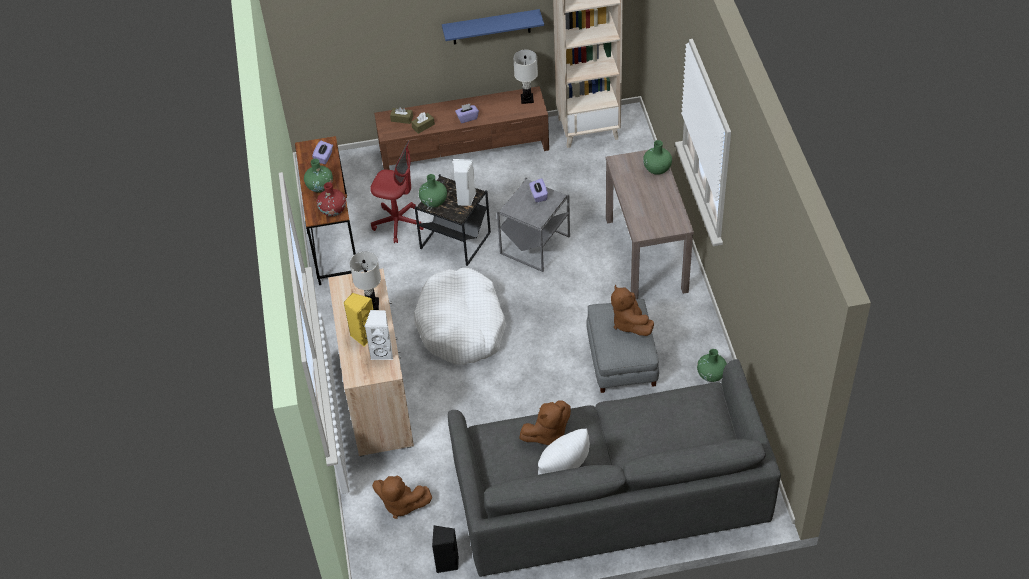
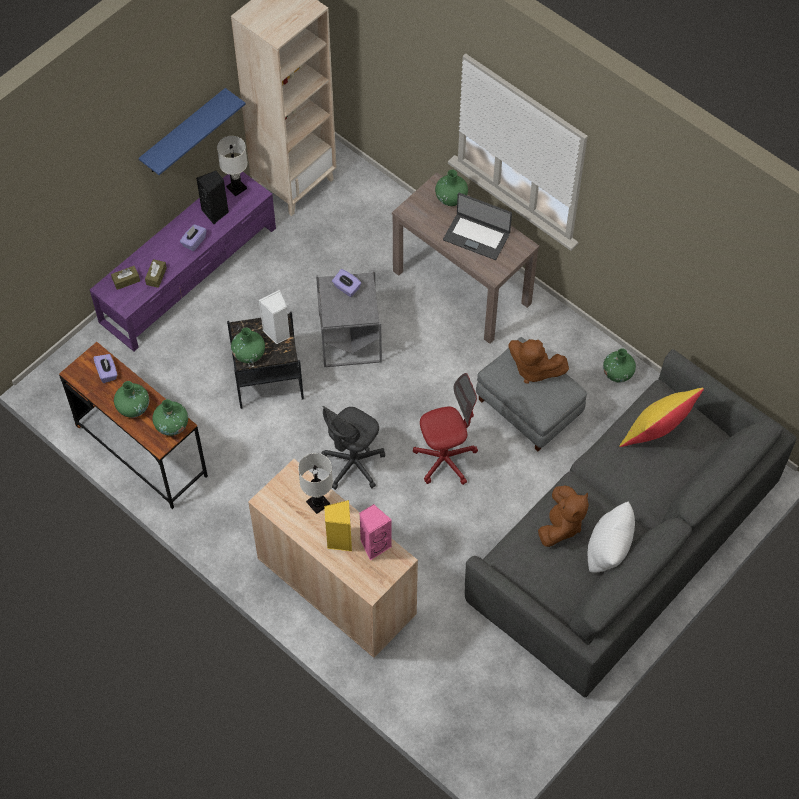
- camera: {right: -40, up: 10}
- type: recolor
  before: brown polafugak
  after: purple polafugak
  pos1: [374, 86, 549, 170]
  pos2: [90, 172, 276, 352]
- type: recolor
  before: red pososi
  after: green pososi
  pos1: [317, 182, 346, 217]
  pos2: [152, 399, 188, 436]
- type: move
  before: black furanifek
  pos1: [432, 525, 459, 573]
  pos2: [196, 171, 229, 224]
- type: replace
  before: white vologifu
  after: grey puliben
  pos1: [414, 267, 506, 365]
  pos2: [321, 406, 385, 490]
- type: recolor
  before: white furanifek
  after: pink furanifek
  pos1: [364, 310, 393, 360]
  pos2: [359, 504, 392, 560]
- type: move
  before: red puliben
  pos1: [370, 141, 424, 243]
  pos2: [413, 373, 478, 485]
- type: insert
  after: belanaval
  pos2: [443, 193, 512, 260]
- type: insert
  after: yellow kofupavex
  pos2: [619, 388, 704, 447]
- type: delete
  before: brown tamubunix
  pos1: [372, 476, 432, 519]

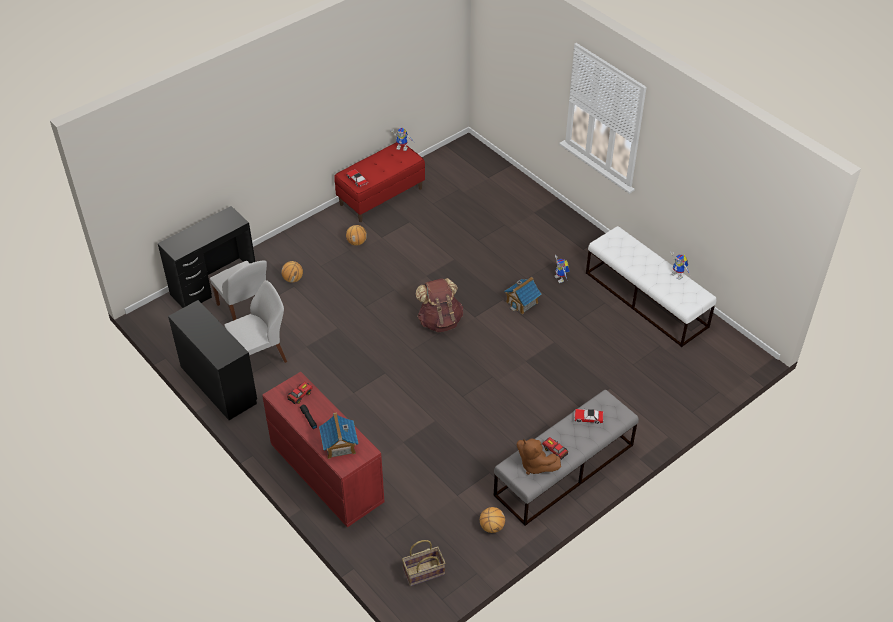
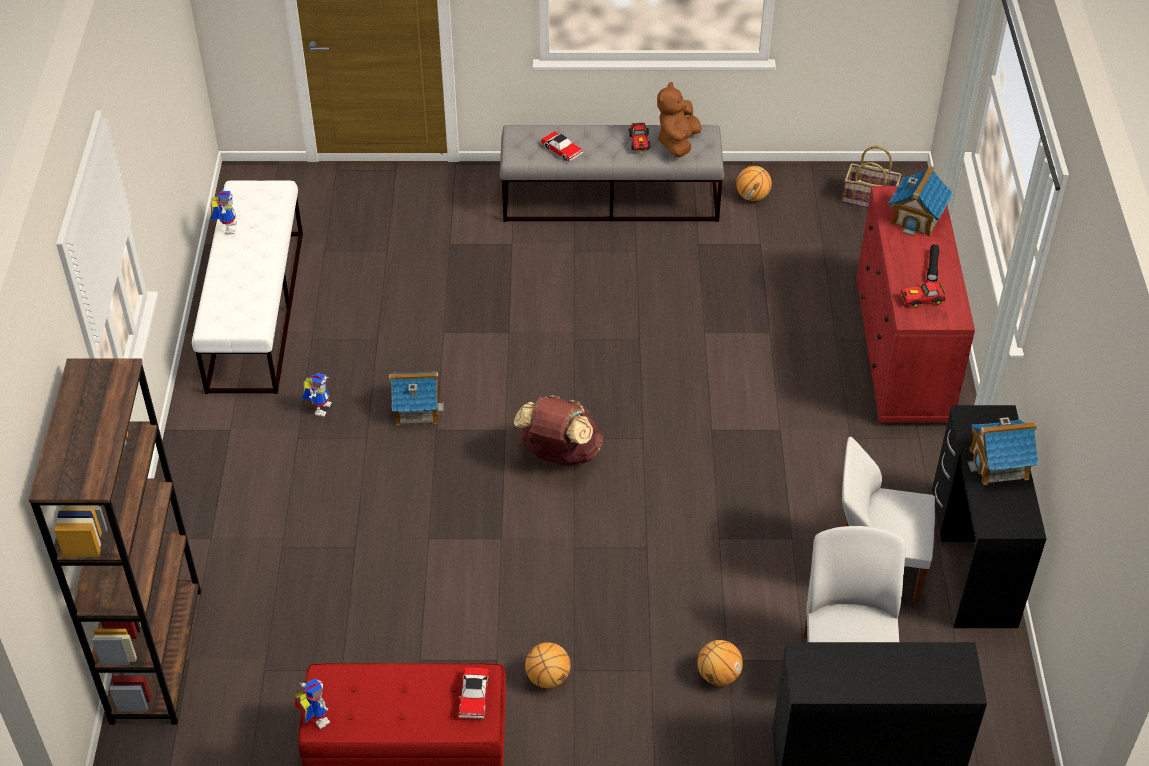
- camera: {right: -140, up: 0}
- type: insert
  after: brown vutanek
  pos2: [28, 359, 201, 725]
- type: rotate
  before: brown tamubunix
  pos1: [517, 438, 561, 475]
  pos2: [657, 82, 701, 157]
  turn: -150
- type: insert
  after: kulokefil
  pos2: [967, 417, 1039, 485]

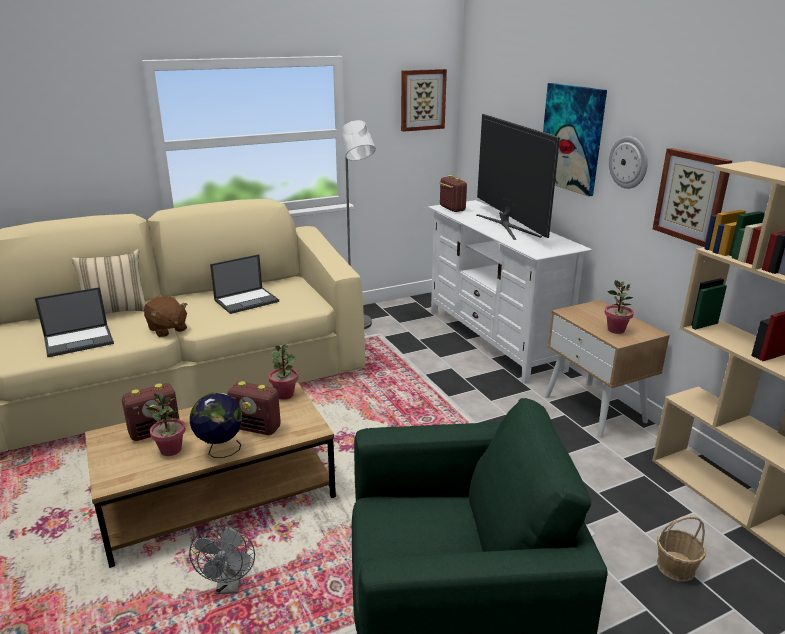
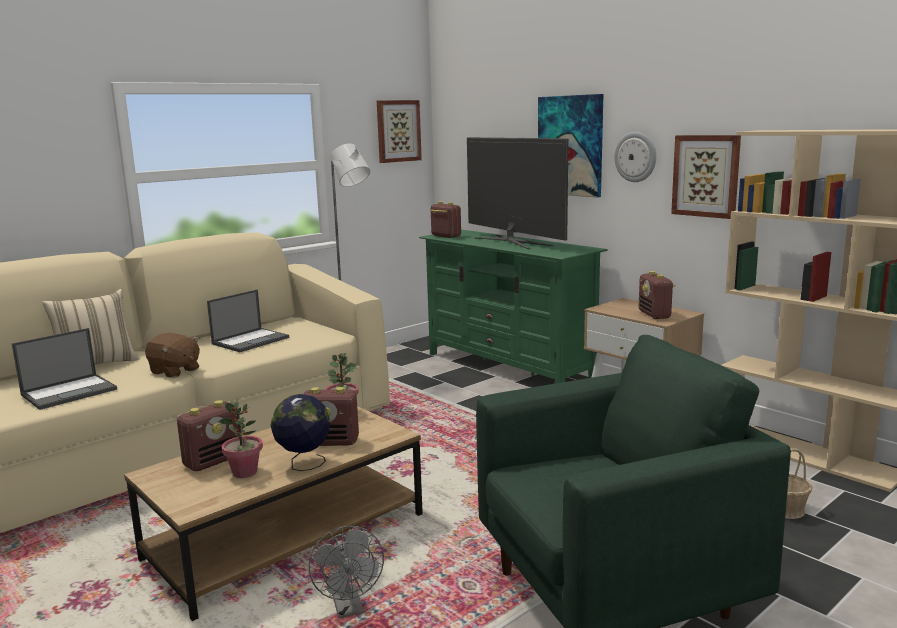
- camera: {right: -15, up: -10}
- type: recolor
  before: white polafugak
  after: green polafugak
  pos1: [428, 200, 592, 384]
  pos2: [419, 230, 607, 383]
- type: replace
  before: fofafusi
  after: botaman
  pos1: [605, 280, 634, 334]
  pos2: [639, 271, 675, 319]

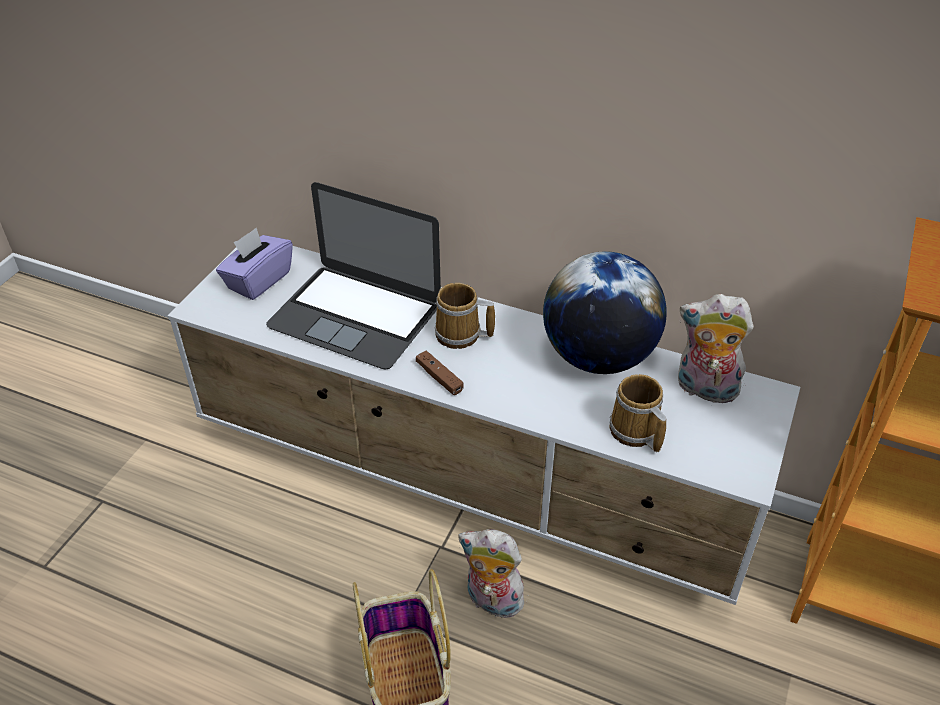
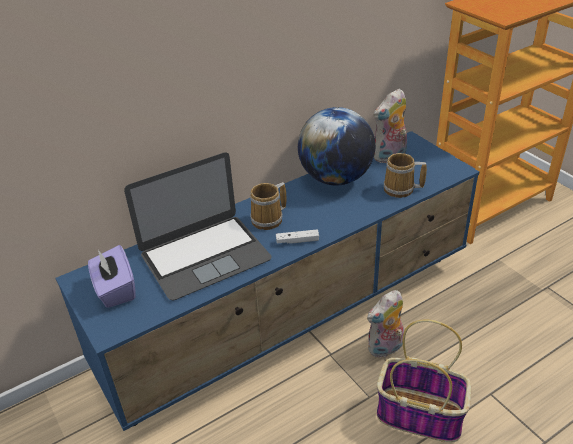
- camera: {right: -55, up: -5}
- type: recolor
  before: white polafugak
  after: blue polafugak
  pos1: [168, 236, 801, 605]
  pos2: [55, 131, 479, 431]
- type: recolor
  before: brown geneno
  after: white geneno
  pos1: [416, 351, 464, 395]
  pos2: [276, 229, 319, 244]

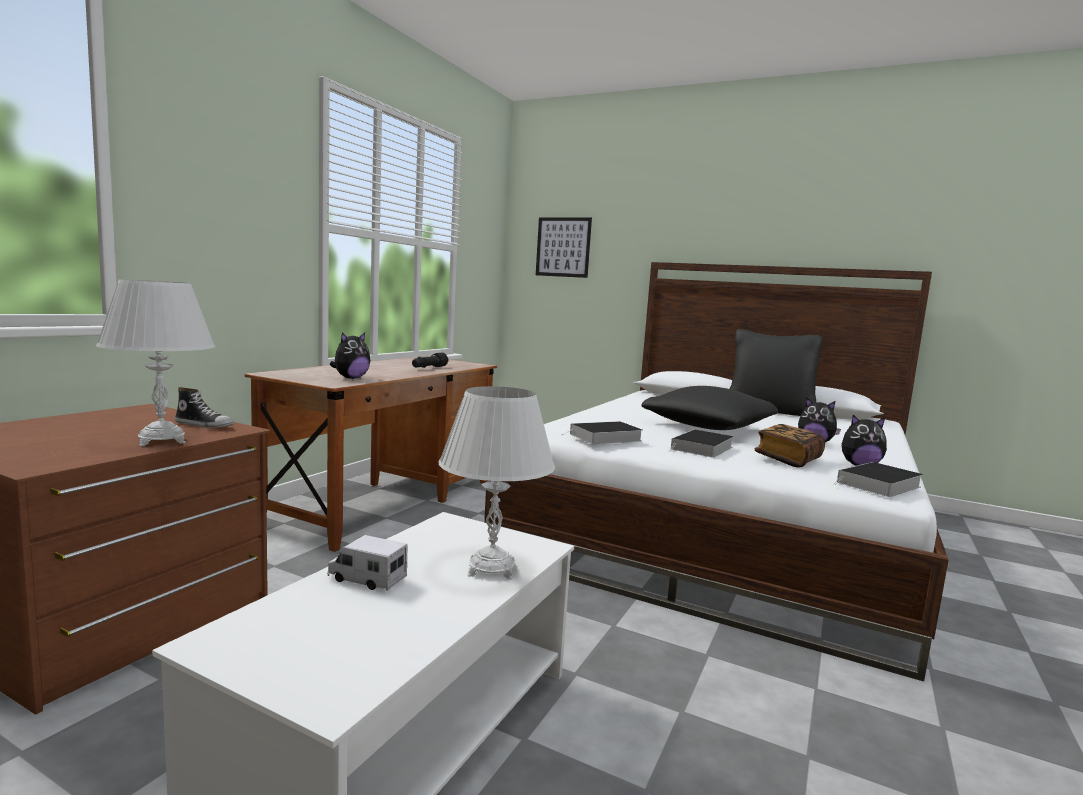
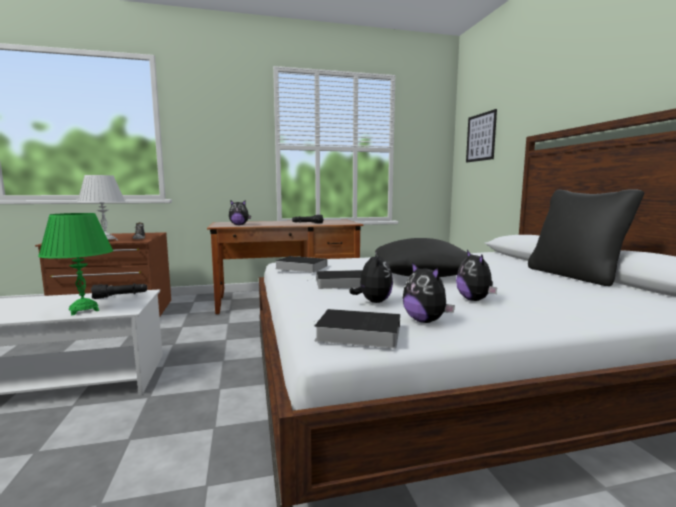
- camera: {right: 50, up: 0}
- type: recolor
  before: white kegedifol
  after: green kegedifol
  pos1: [439, 386, 555, 579]
  pos2: [38, 213, 113, 315]
- type: insert
  after: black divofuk
  pos2: [91, 283, 147, 299]
- type: replace
  before: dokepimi
  after: tamubunix
  pos1: [755, 424, 825, 468]
  pos2: [349, 251, 393, 303]
- type: delete
  before: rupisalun
  pos1: [327, 535, 407, 591]

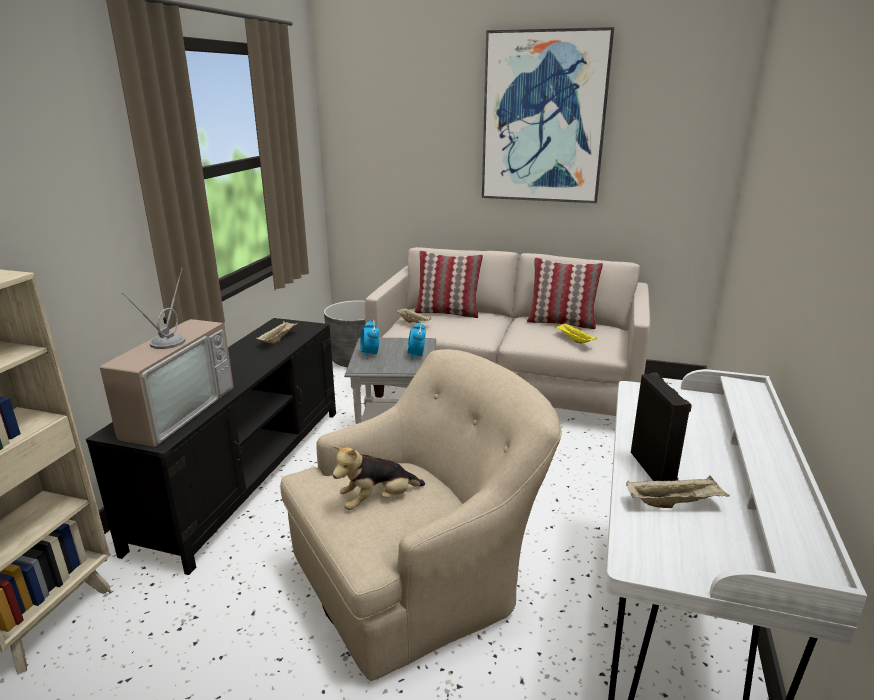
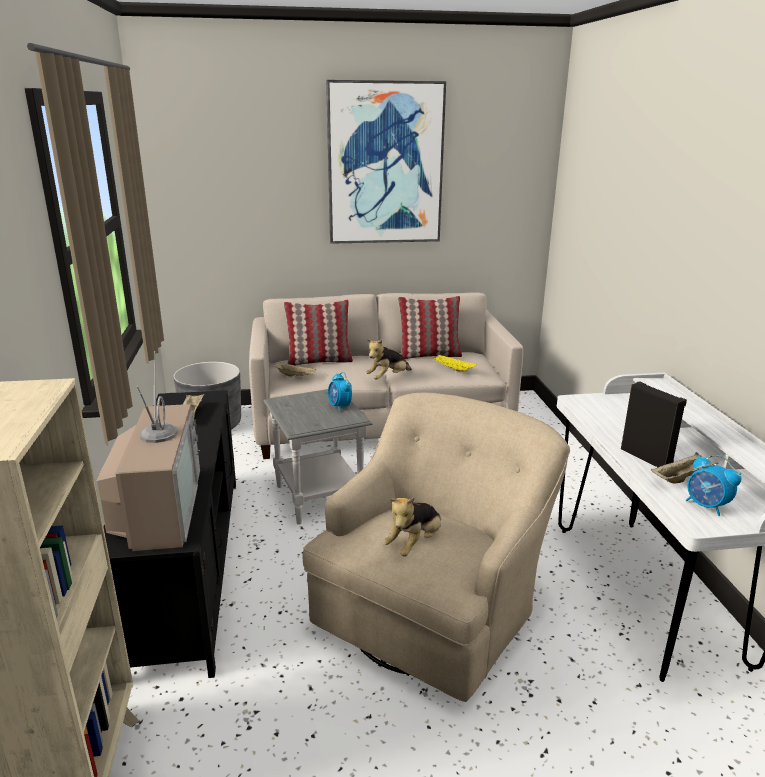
- camera: {right: -25, up: 0}
- type: insert
  after: tamubunix
  pos2: [366, 339, 412, 380]
- type: move
  before: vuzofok
  pos1: [360, 319, 380, 359]
  pos2: [686, 455, 741, 516]

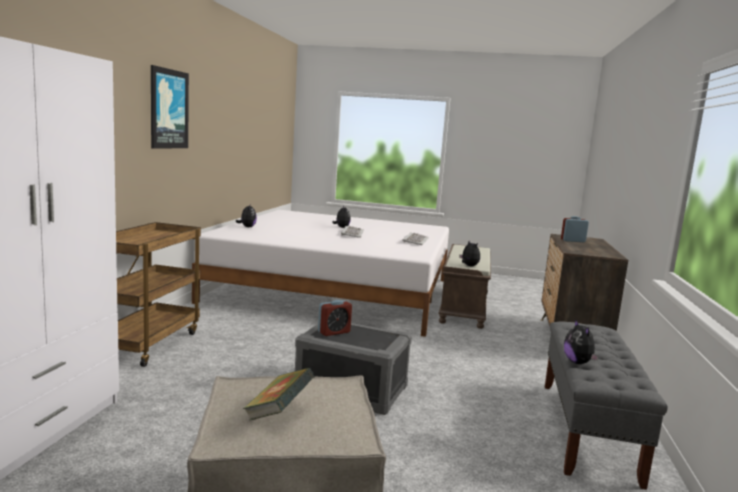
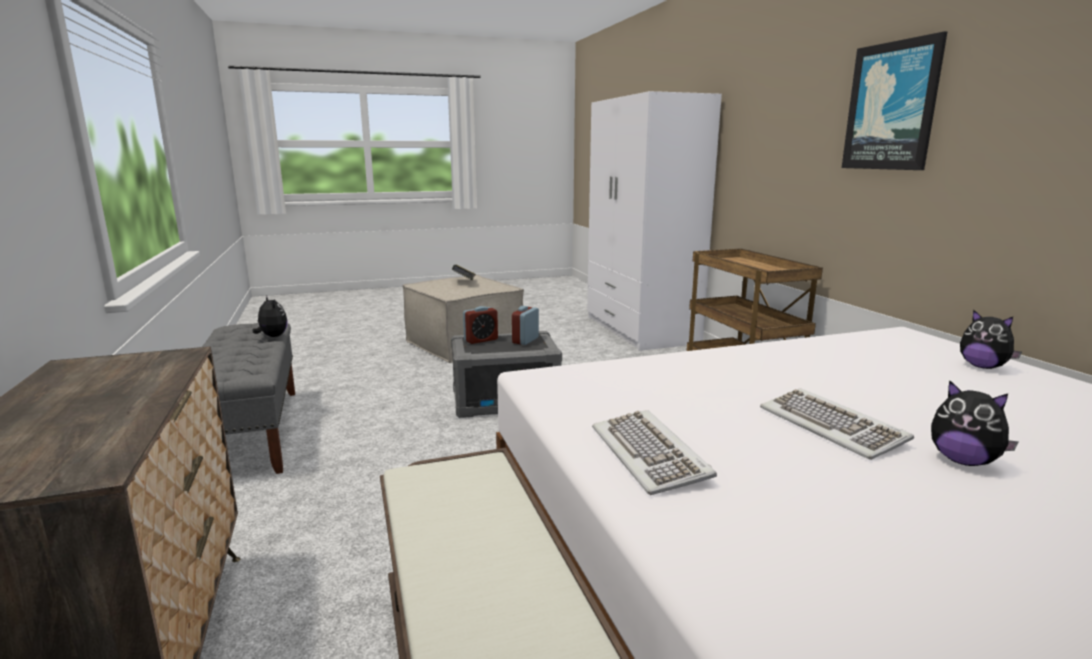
- camera: {right: 150, up: 5}
- type: move
  before: vuzofok
  pos1: [561, 216, 589, 242]
  pos2: [463, 306, 498, 344]
- type: delete
  before: tamubunix
  pos1: [460, 241, 480, 266]

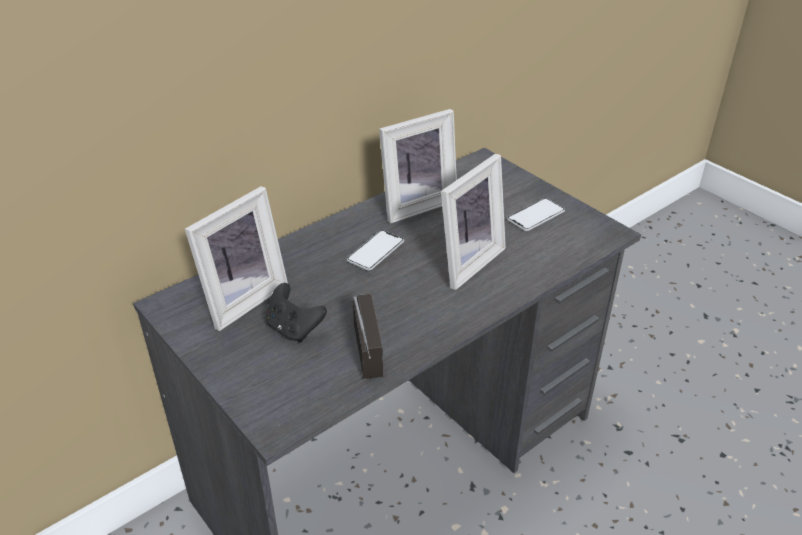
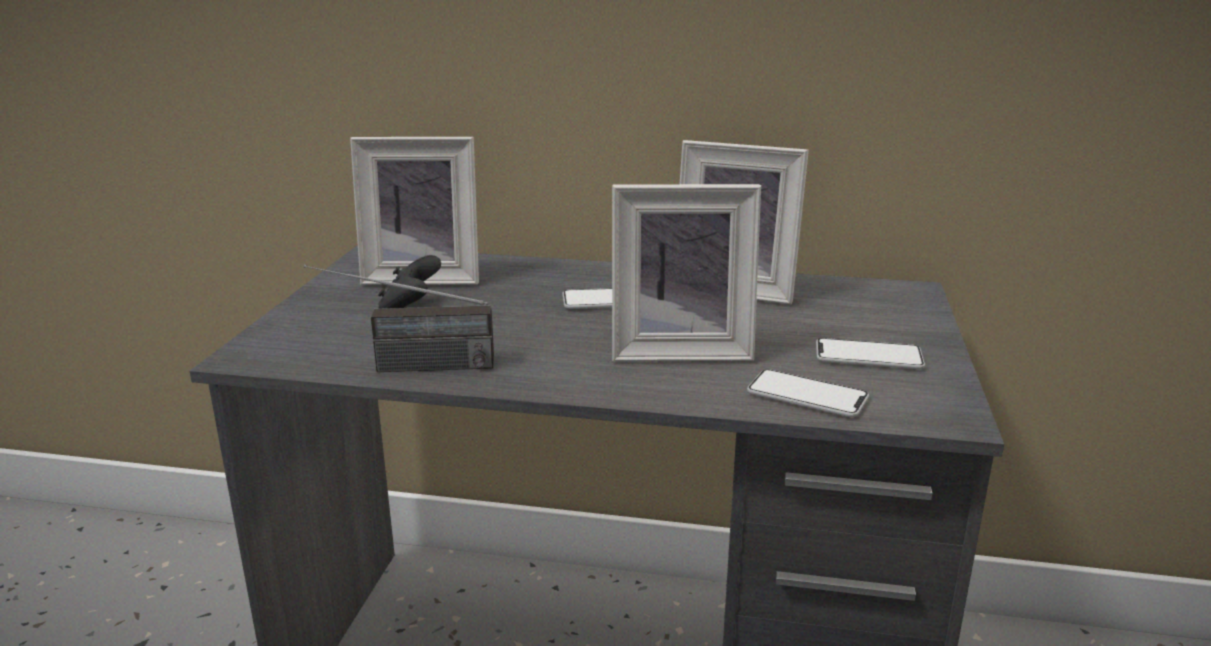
- camera: {right: 50, up: -15}
- type: rotate
  before: botaman
  pos1: [353, 294, 383, 379]
  pos2: [304, 265, 494, 372]
  turn: 45
- type: insert
  after: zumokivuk
  pos2: [747, 369, 869, 417]

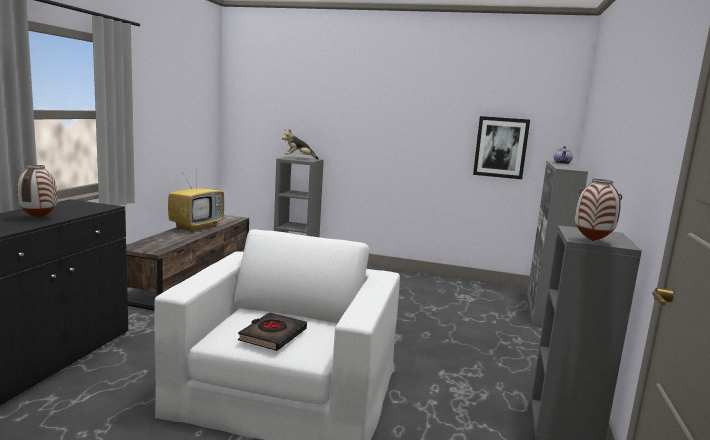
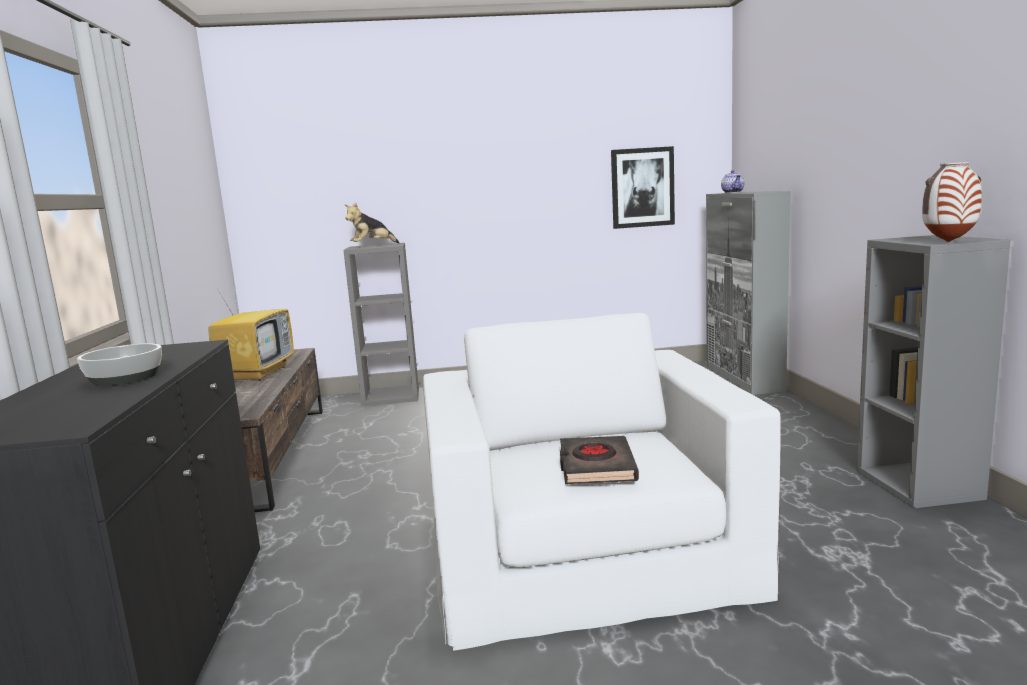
- camera: {right: -20, up: 0}
- type: replace
  before: pososi
  after: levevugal
  pos1: [17, 165, 57, 219]
  pos2: [77, 343, 162, 386]

